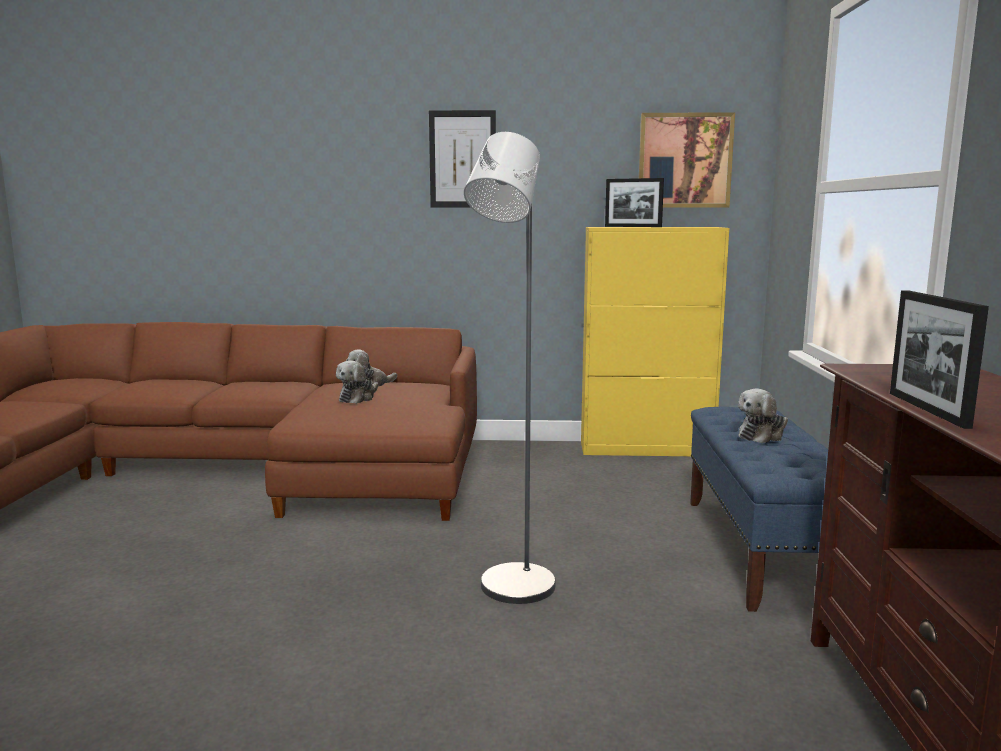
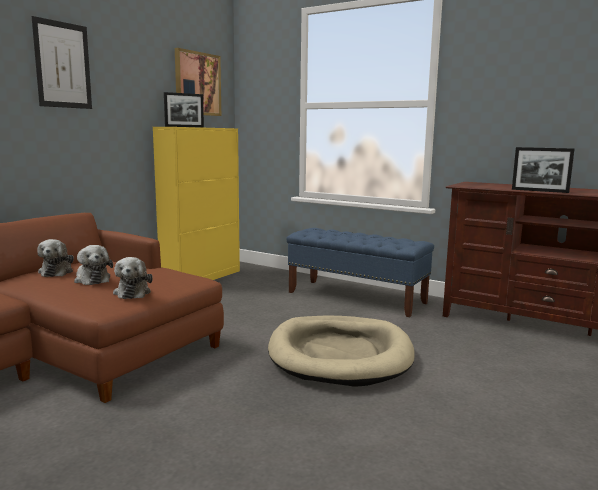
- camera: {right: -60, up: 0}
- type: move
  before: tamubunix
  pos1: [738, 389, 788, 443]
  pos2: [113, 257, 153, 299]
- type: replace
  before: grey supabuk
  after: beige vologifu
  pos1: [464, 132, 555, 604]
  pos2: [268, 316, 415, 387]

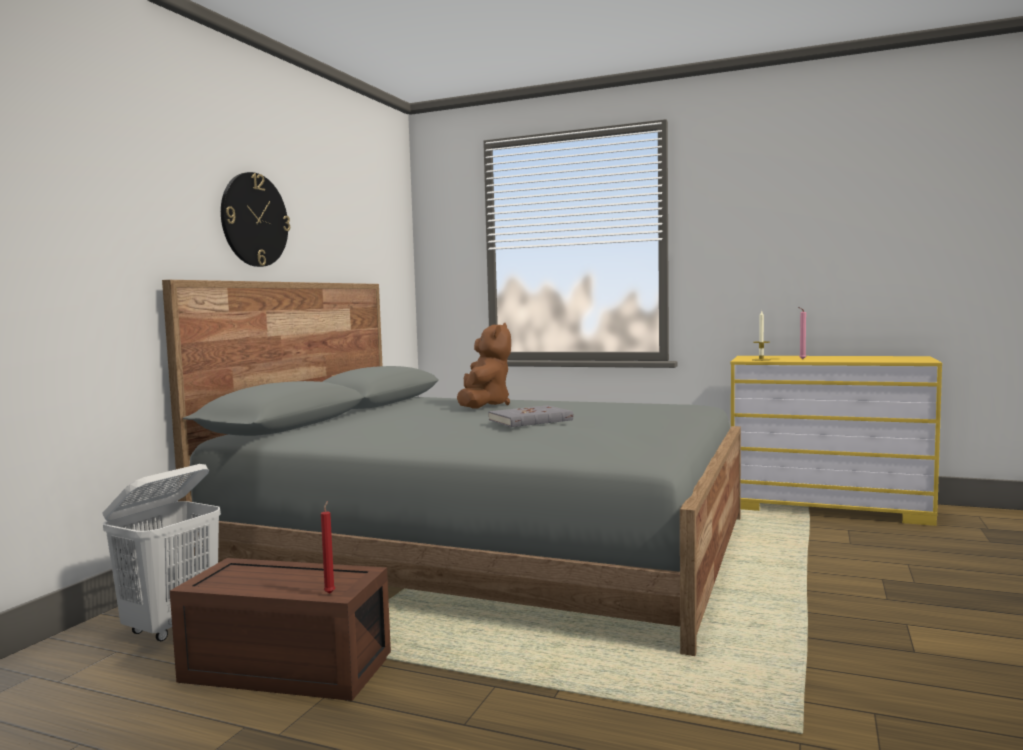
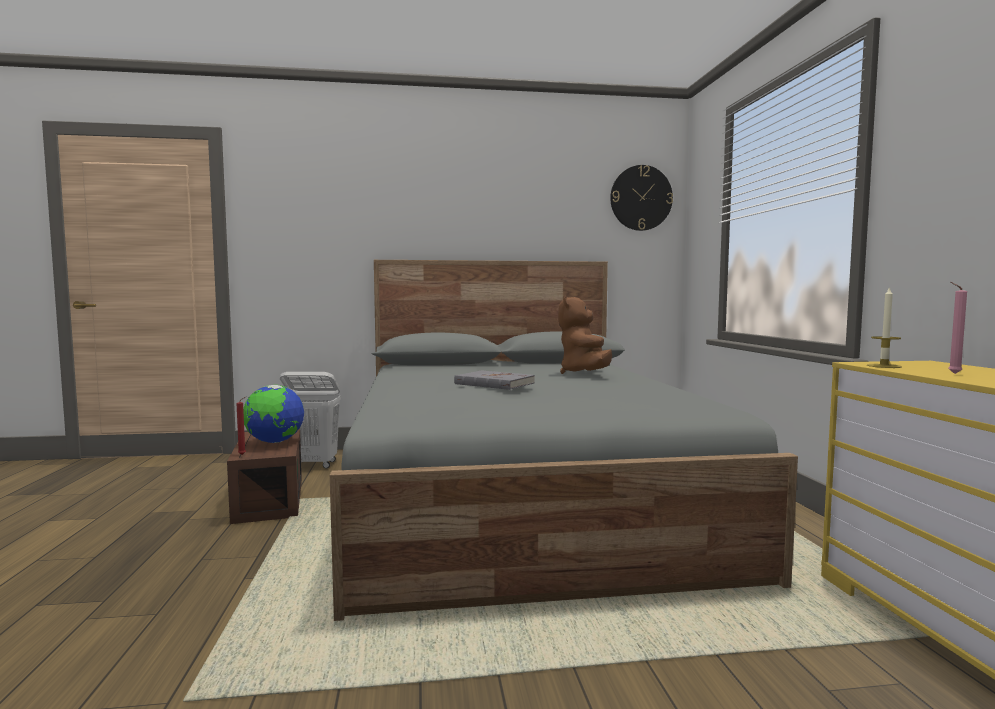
- camera: {right: 60, up: 0}
- type: insert
  after: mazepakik
  pos2: [243, 385, 304, 443]
- type: rotate
  before: brown tamubunix
  pos1: [457, 323, 511, 409]
  pos2: [558, 296, 612, 374]
  turn: 120
- type: move
  before: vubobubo
  pos1: [221, 172, 290, 267]
  pos2: [610, 165, 673, 231]

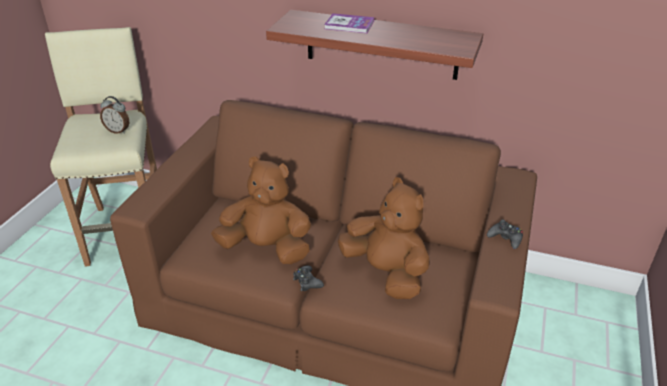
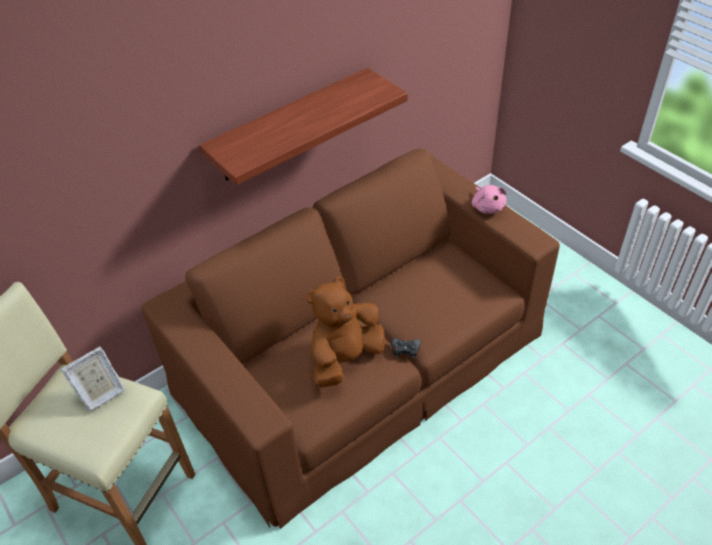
- camera: {right: -55, up: 10}
- type: replace
  before: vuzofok
  after: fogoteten
  pos1: [100, 96, 129, 134]
  pos2: [61, 346, 125, 411]
- type: replace
  before: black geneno
  after: pink tamubunix
  pos1: [487, 220, 523, 249]
  pos2: [472, 185, 507, 214]
- type: delete
  before: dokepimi
  pos1: [324, 13, 374, 33]
- type: delete
  before: brown tamubunix
  pos1: [338, 177, 430, 299]

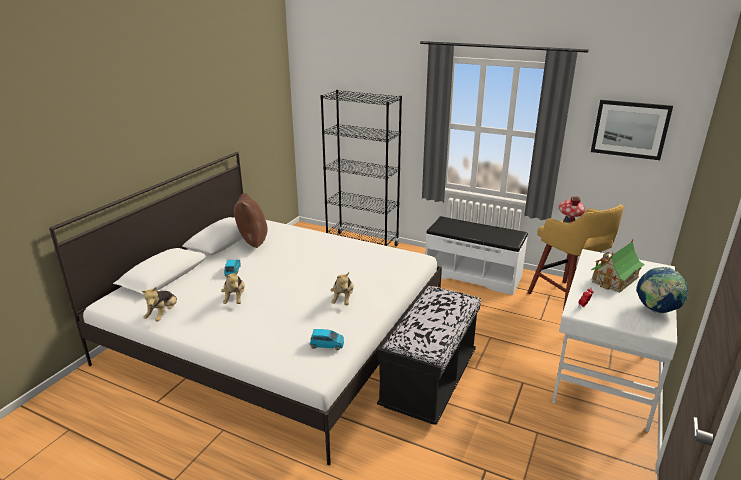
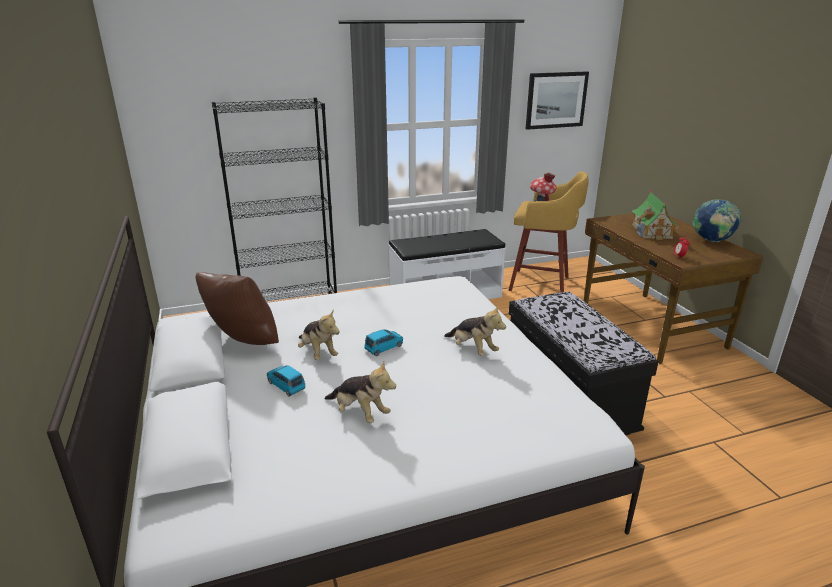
- camera: {right: -45, up: 0}
- type: move
  before: tamubunix
  pos1: [142, 287, 177, 322]
  pos2: [298, 309, 340, 360]
- type: move
  before: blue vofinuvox
  pos1: [310, 329, 344, 350]
  pos2: [364, 329, 403, 356]
- type: recolor
  before: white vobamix
  after: brown vobamix
  pos1: [552, 249, 677, 432]
  pos2: [584, 213, 763, 364]

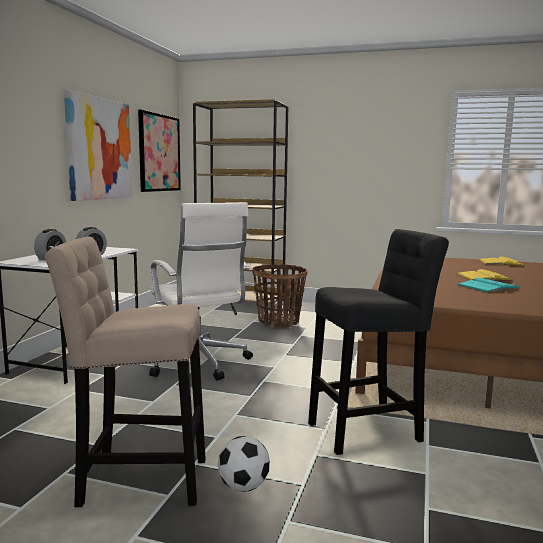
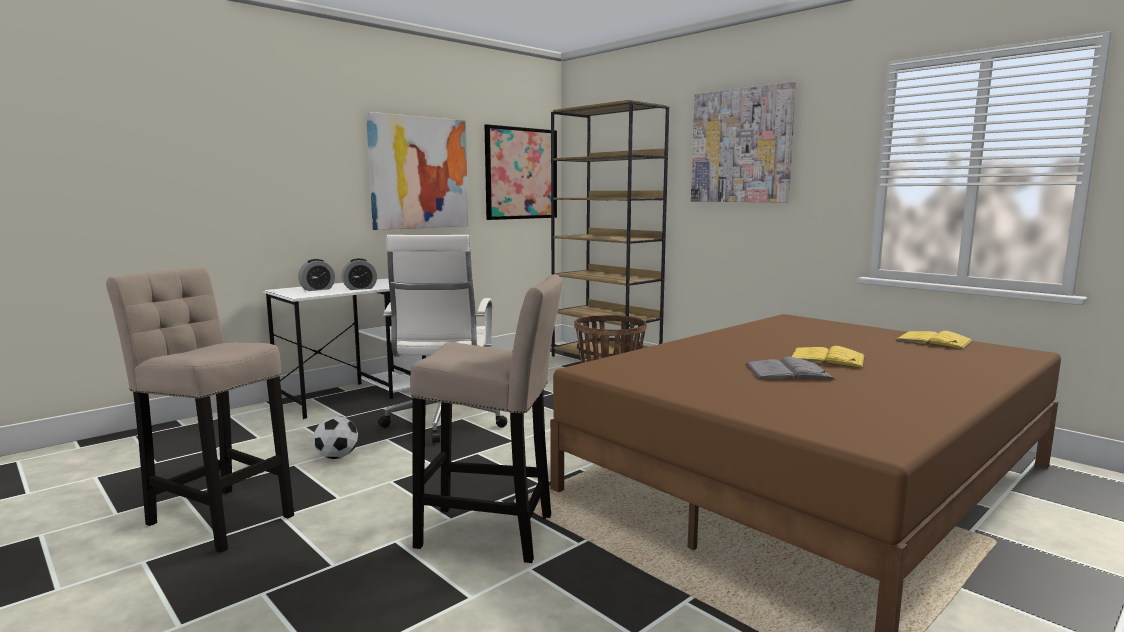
- camera: {right: 30, up: 0}
- type: move
  before: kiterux
  pos1: [217, 436, 270, 492]
  pos2: [313, 416, 358, 459]
- type: recolor
  before: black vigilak
  after: beige vigilak
  pos1: [308, 229, 449, 455]
  pos2: [410, 274, 562, 563]
- type: insert
  after: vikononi
  pos2: [691, 81, 796, 203]
- type: recolor
  before: turquoise dokepimi
  after: grey dokepimi
  pos1: [457, 277, 519, 293]
  pos2: [745, 357, 836, 380]

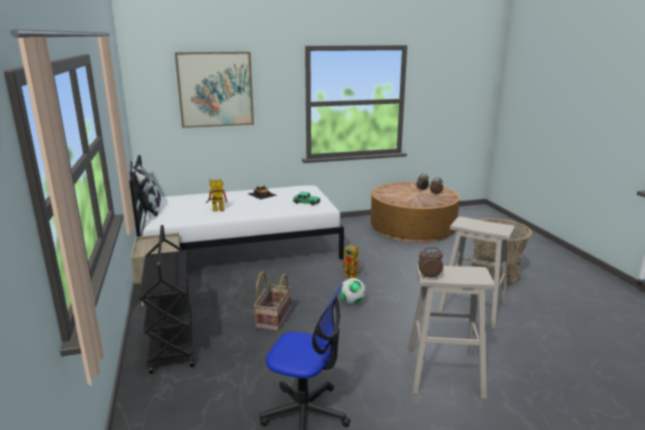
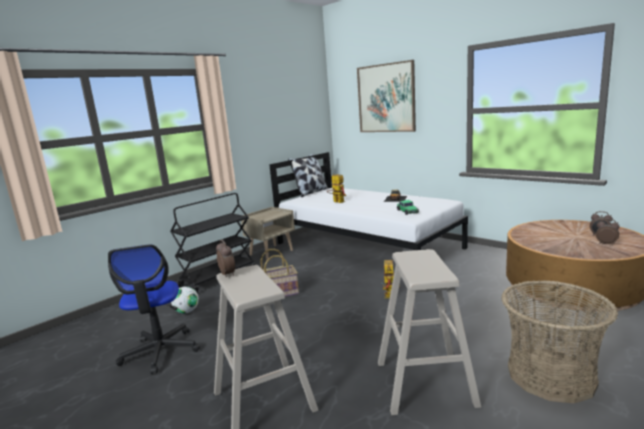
- camera: {right: 60, up: -5}
- type: move
  before: kiterux
  pos1: [340, 278, 366, 304]
  pos2: [171, 287, 199, 313]

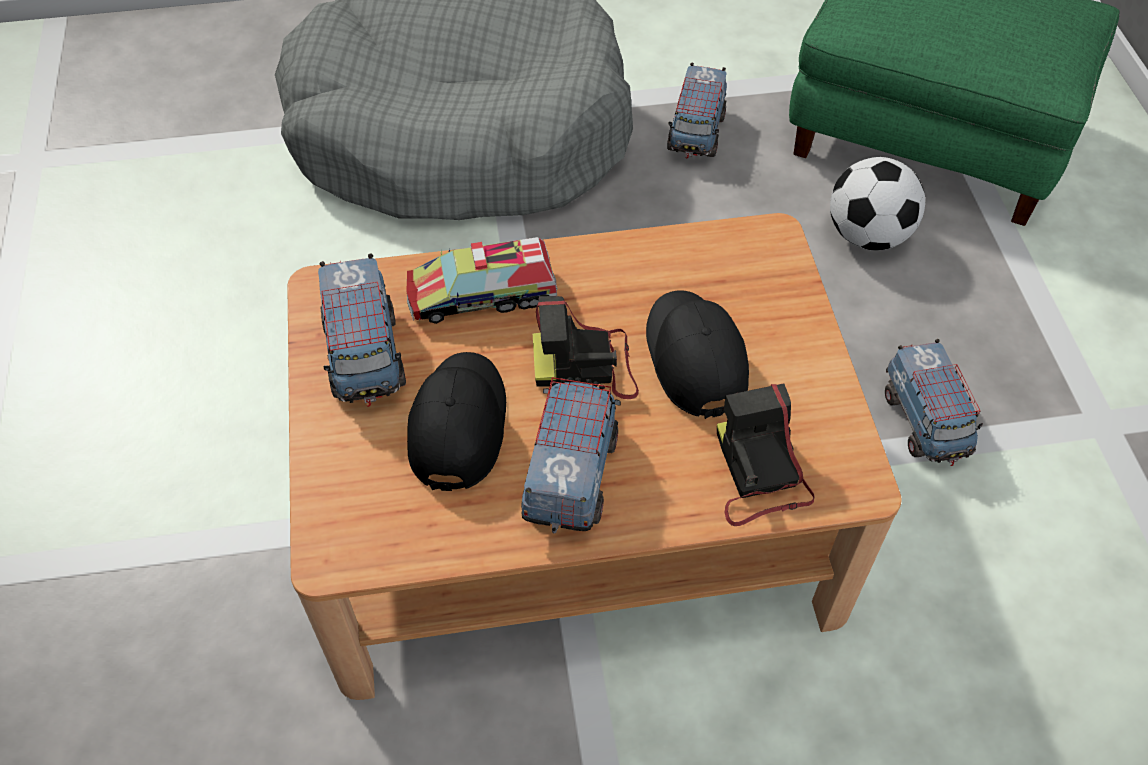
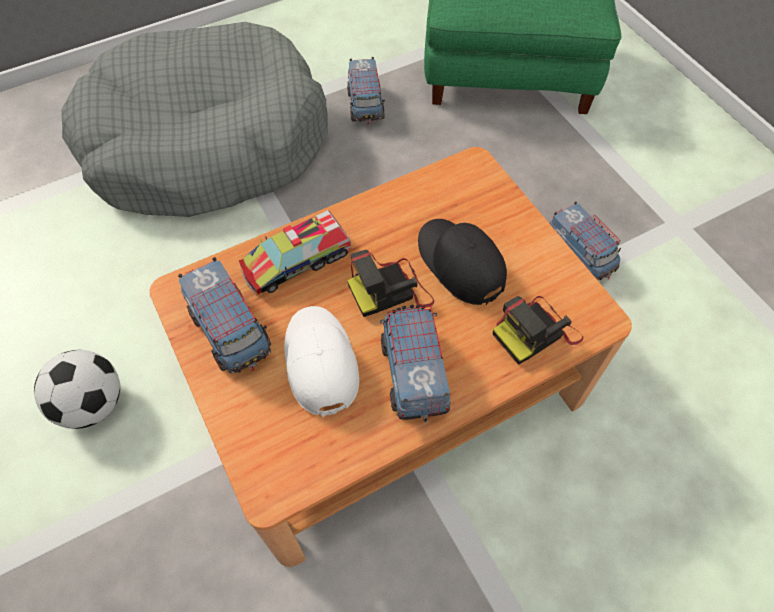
- camera: {right: -20, up: 5}
- type: move
  before: kiterux
  pos1: [830, 157, 925, 250]
  pos2: [34, 350, 120, 429]
- type: recolor
  before: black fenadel
  after: white fenadel
  pos1: [407, 352, 506, 491]
  pos2: [284, 306, 359, 417]
- type: rotate
  before: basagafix
  pos1: [717, 383, 814, 526]
  pos2: [493, 296, 583, 365]
  turn: -90

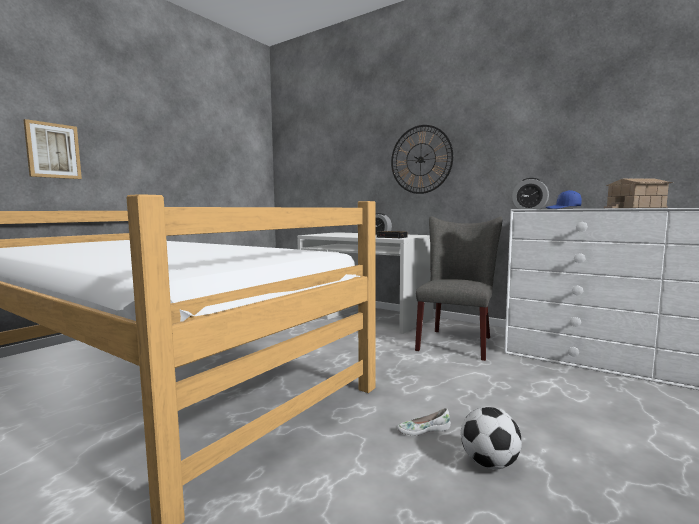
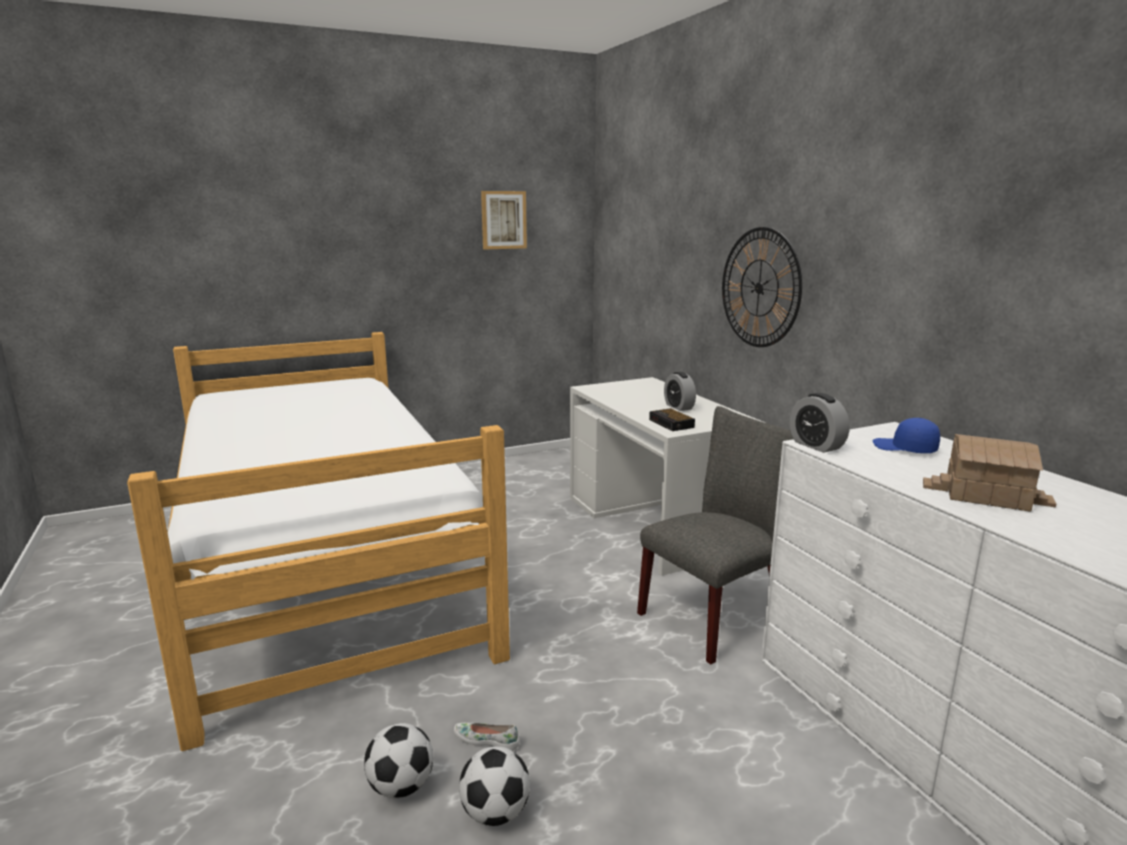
- camera: {right: 30, up: 10}
- type: insert
  after: kiterux
  pos2: [364, 723, 434, 798]
- type: move
  before: vikononi
  pos1: [24, 119, 82, 179]
  pos2: [481, 191, 527, 250]

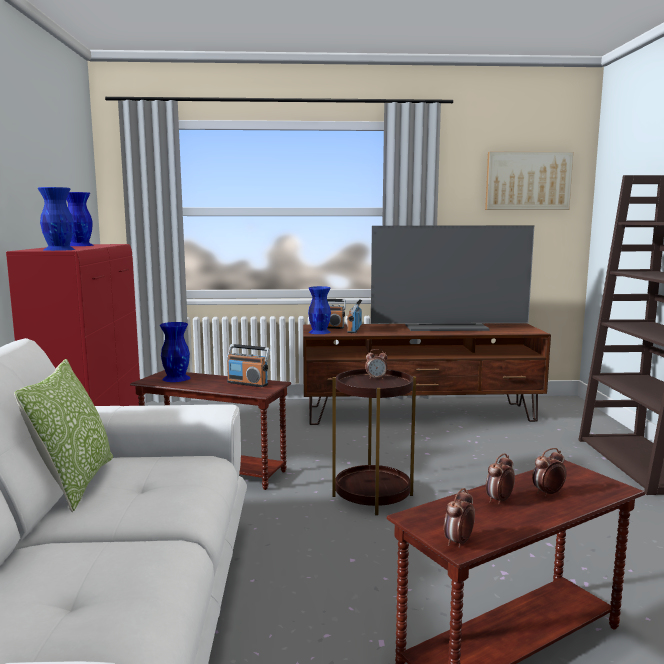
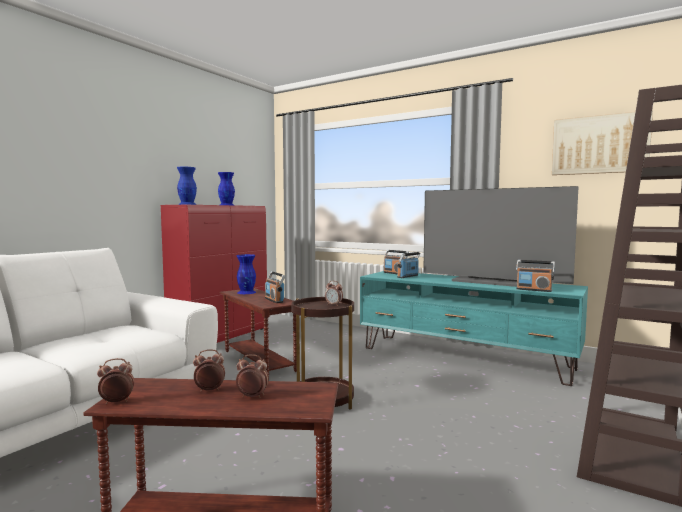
- camera: {right: 35, up: -5}
- type: recolor
  before: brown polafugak
  after: turquoise polafugak
  pos1: [303, 323, 551, 425]
  pos2: [360, 271, 588, 386]
- type: insert
  after: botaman
  pos2: [516, 260, 555, 292]
- type: delete
  before: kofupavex
  pos1: [14, 359, 113, 512]
- type: delete
  before: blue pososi
  pos1: [308, 286, 331, 334]

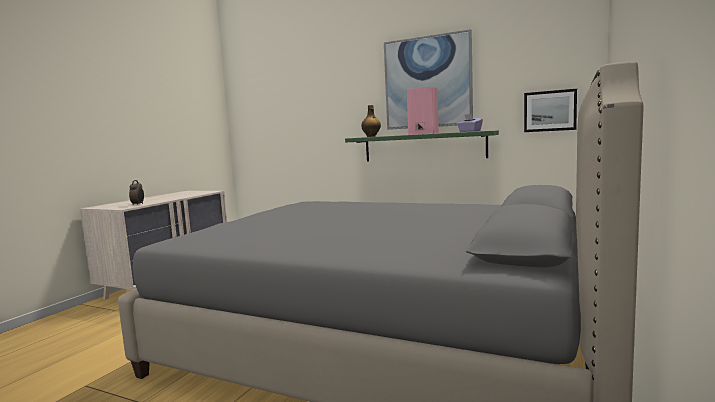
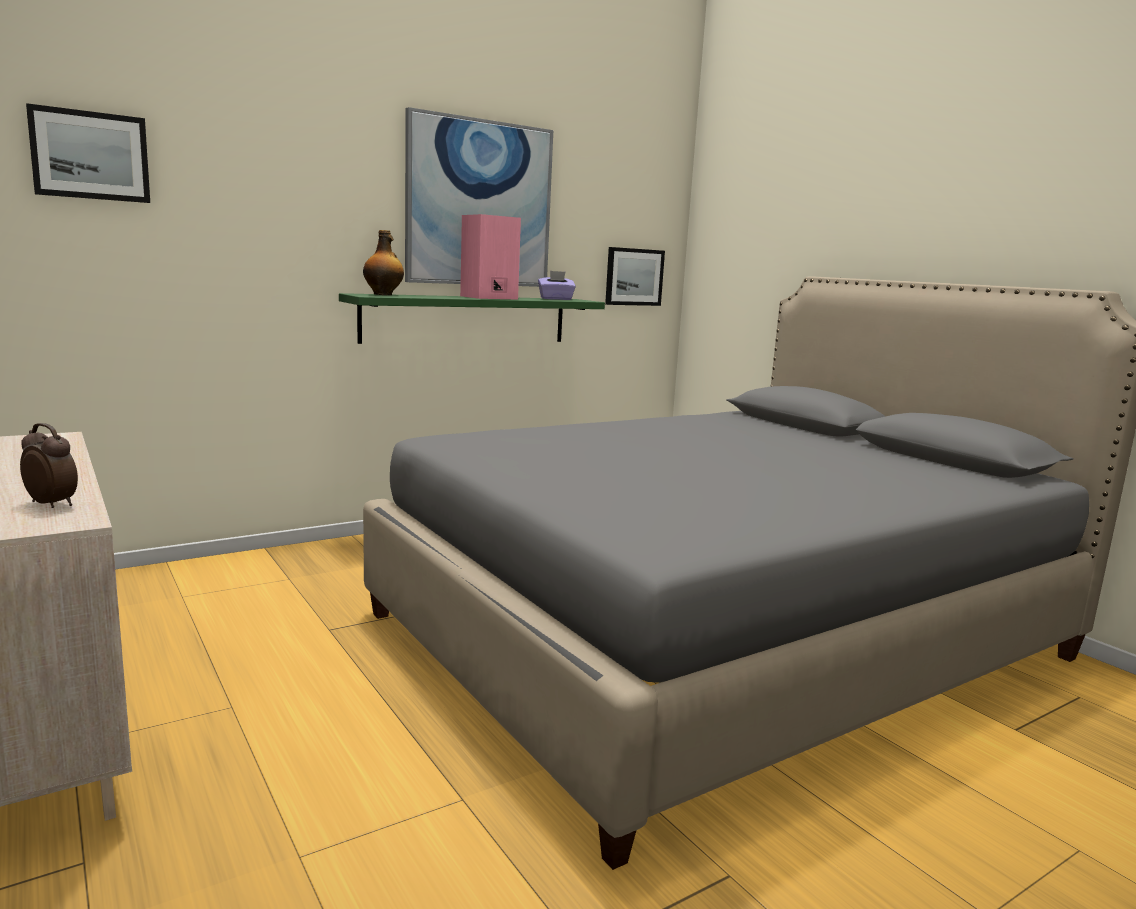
- camera: {right: -60, up: 5}
- type: insert
  after: vikononi
  pos2: [26, 103, 150, 203]

